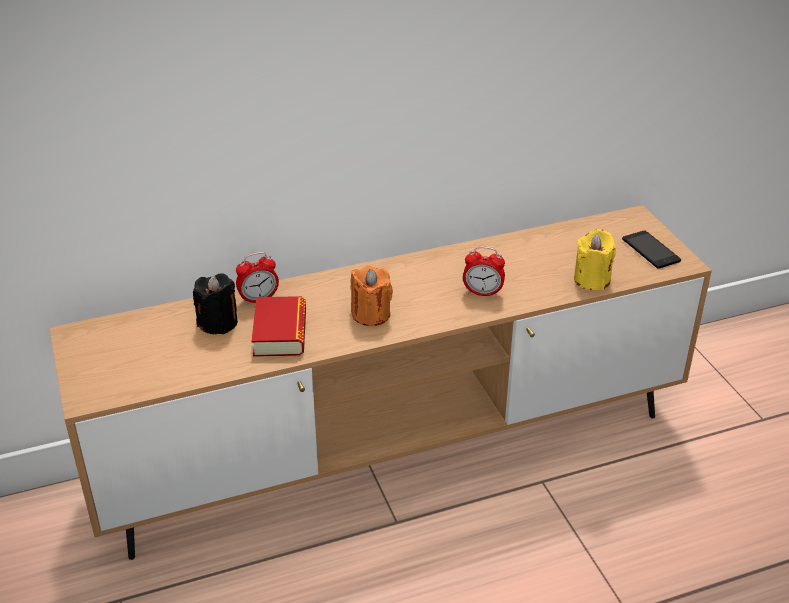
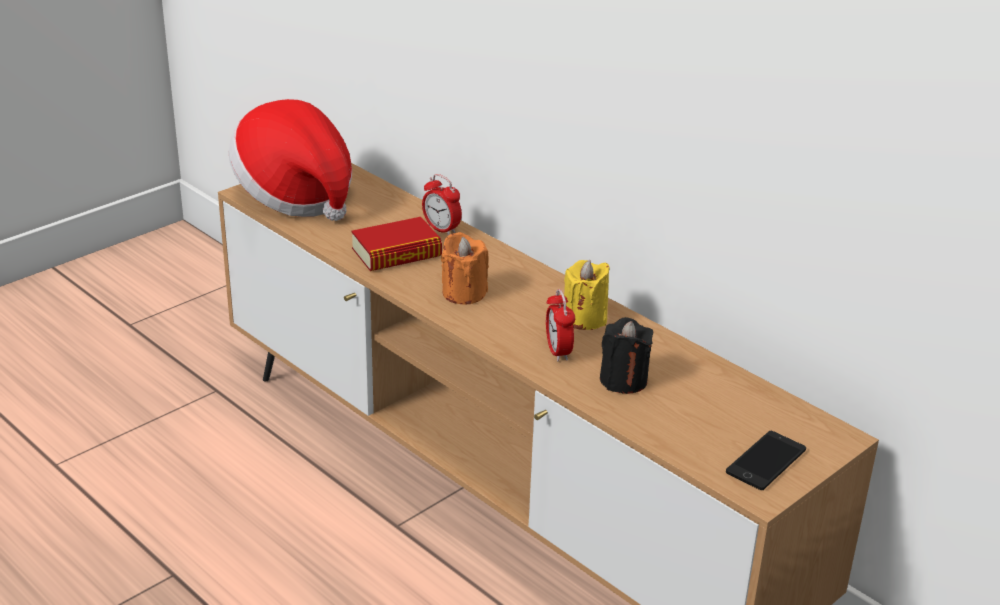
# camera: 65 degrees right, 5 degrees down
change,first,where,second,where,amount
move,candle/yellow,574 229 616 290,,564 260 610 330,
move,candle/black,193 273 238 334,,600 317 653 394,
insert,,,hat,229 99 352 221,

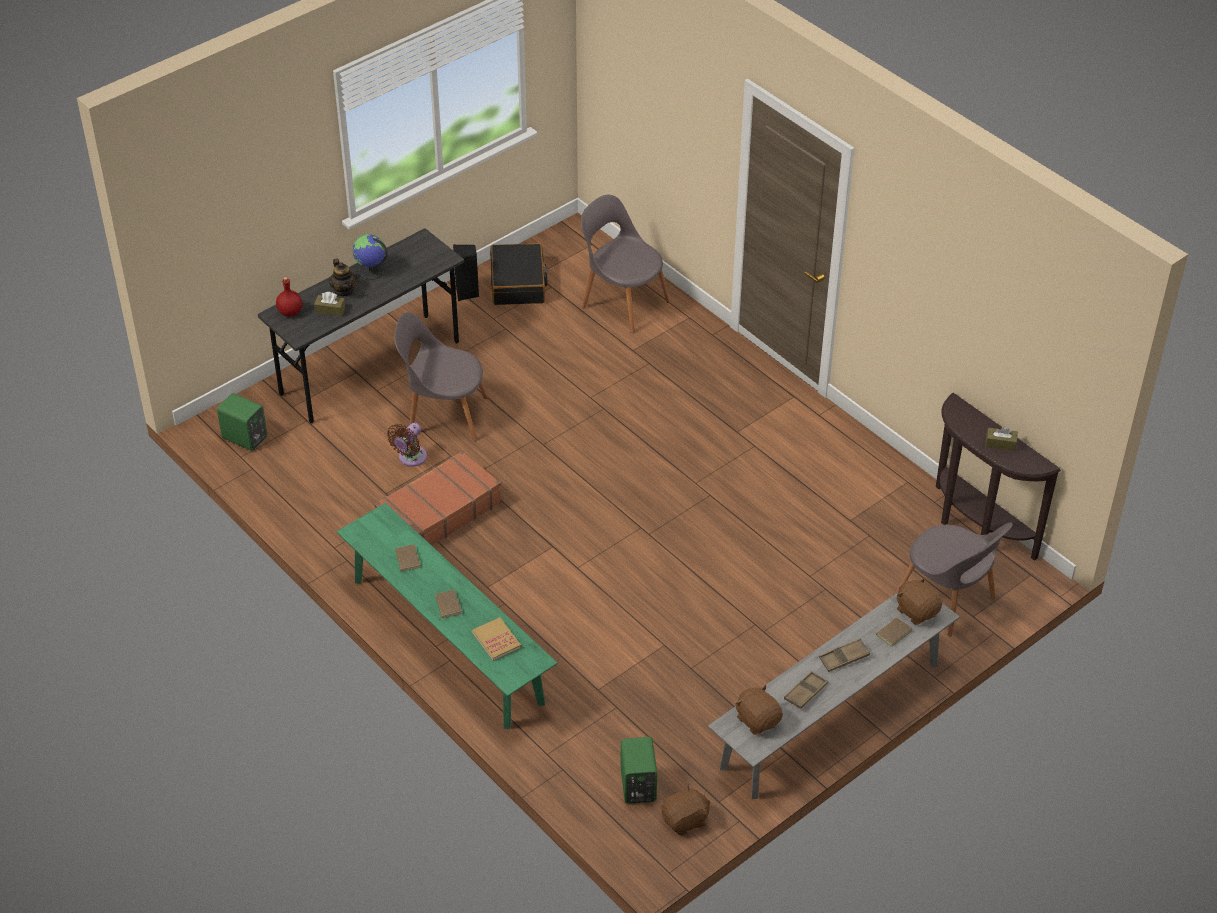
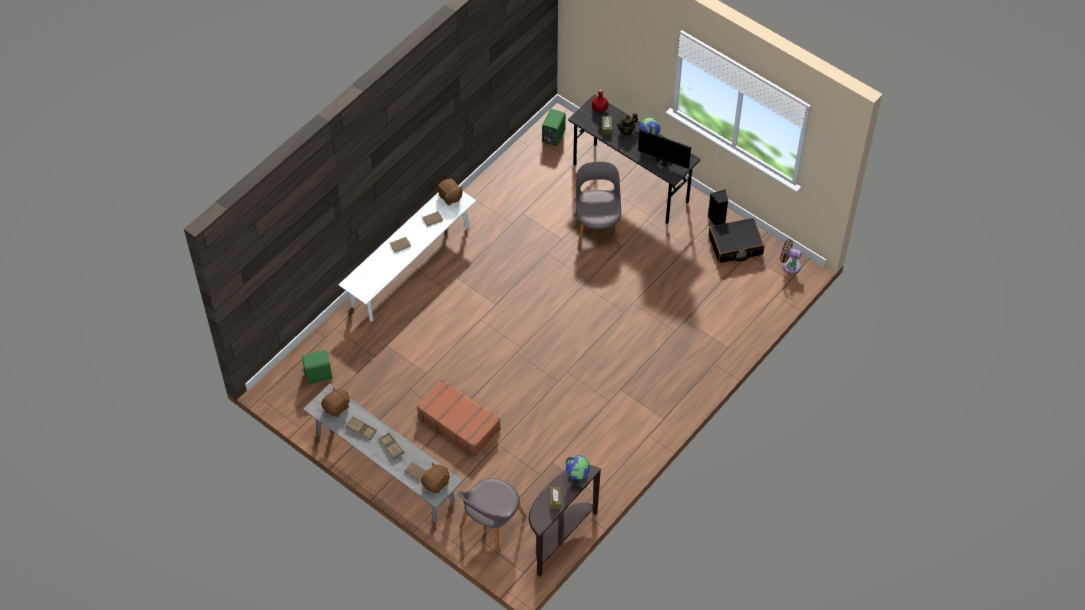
# camera: 80 degrees right, 10 degrees up
change,first,where,second,where,amount
delete,chair/grey,581 195 670 333,,,
move,fan/brown,387 423 427 467,,780 239 802 273,
move,suitcase/brown,374 450 502 545,,417 380 501 456,
recolor,bench/green,337 503 557 729,bench/white,339 192 476 321,
delete,book,472 617 521 661,,,
move,plush toy/brown,661 784 710 835,,437 179 463 205,
insert,,,monitor,638 129 691 169,
insert,,,globe,566 455 590 486,

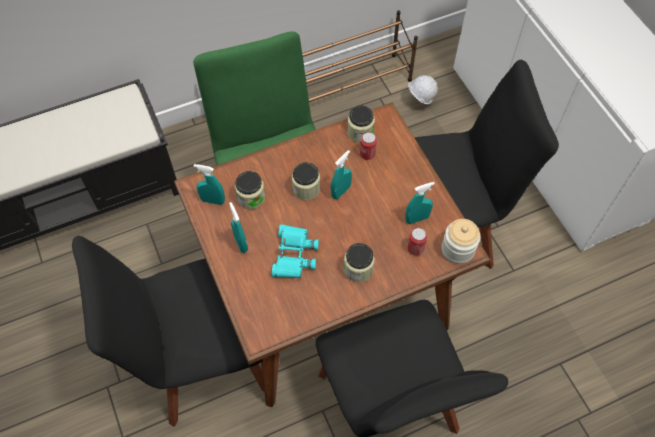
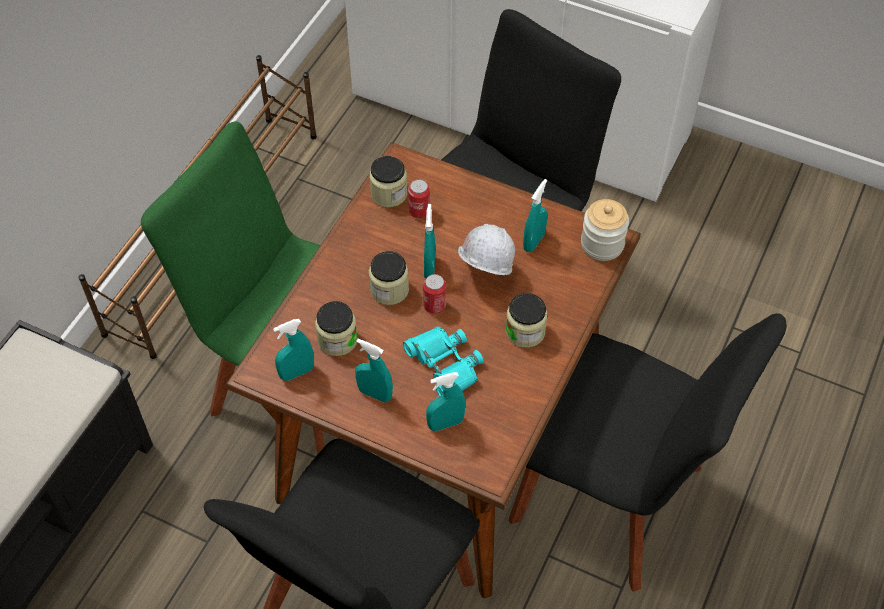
# camera: 40 degrees left, 5 degrees down
change,first,where,second,where,amount
move,hard hat/white,408 75 438 104,,458 224 515 275,
move,can,407 228 427 255,,423 274 446 314,
insert,,,spray bottle/turquoise,426 372 465 431,

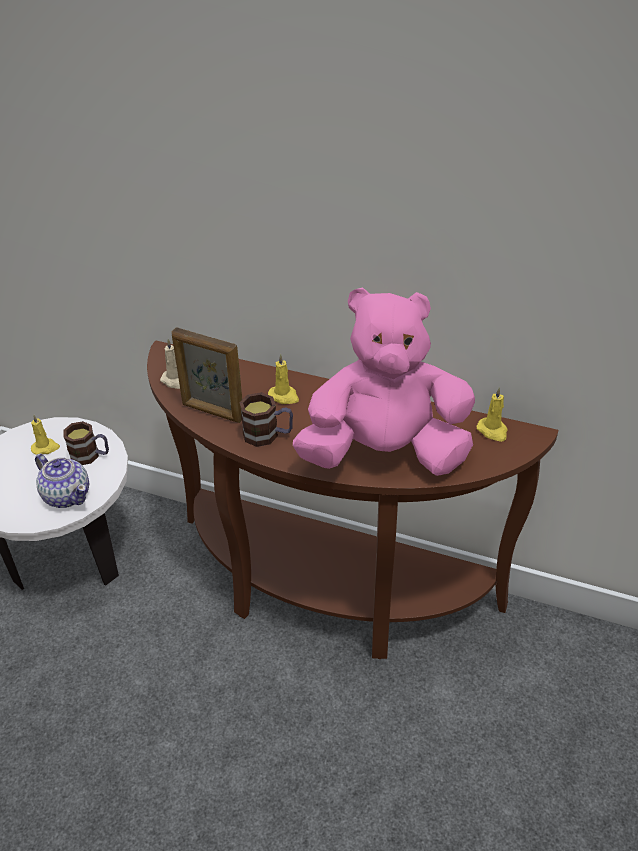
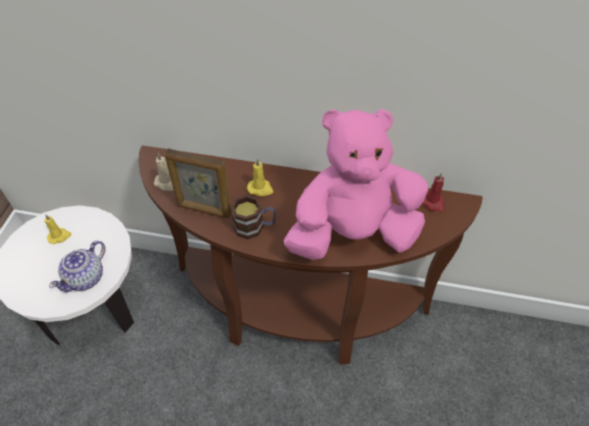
# camera: 10 degrees left, 10 degrees up
change,first,where,second,where,amount
recolor,candle/yellow,476 387 508 442,candle/red,422 173 445 212,
delete,mug,63 421 109 465,,,
rotate,teapot,35 454 89 508,,49 241 106 292,90 degrees clockwise

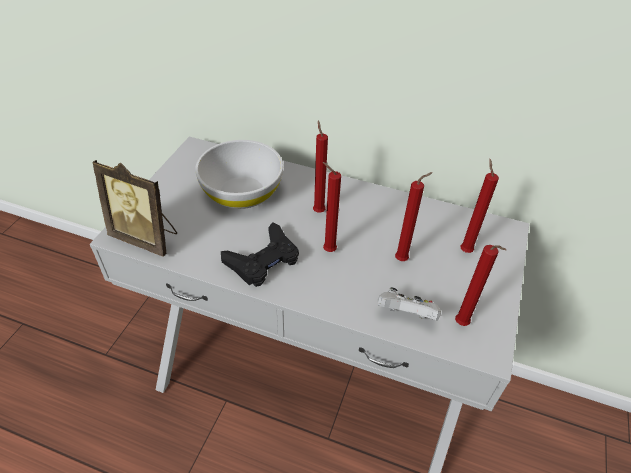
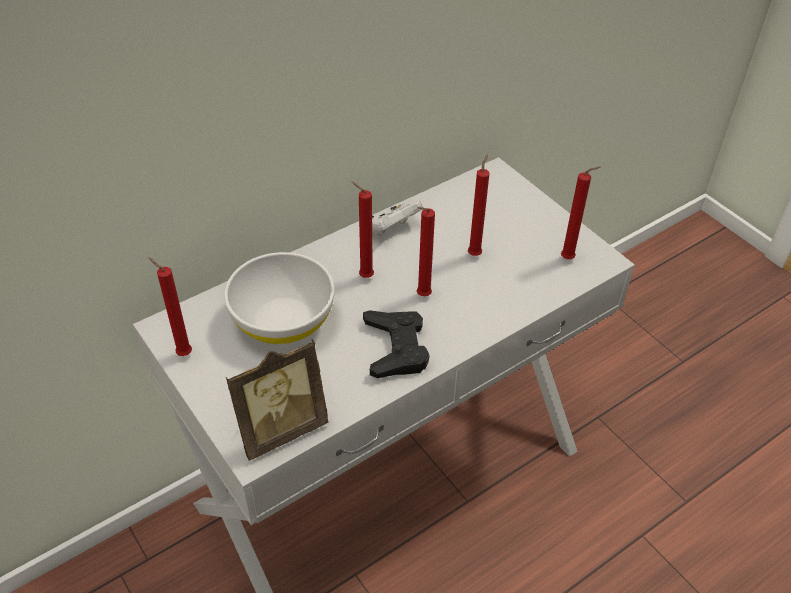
# camera: 55 degrees left, 0 degrees up
change,first,where,second,where,amount
move,candle/red,461 159 499 253,,148 257 192 356,
move,game controller/white,378 287 441 320,,372 201 423 236,

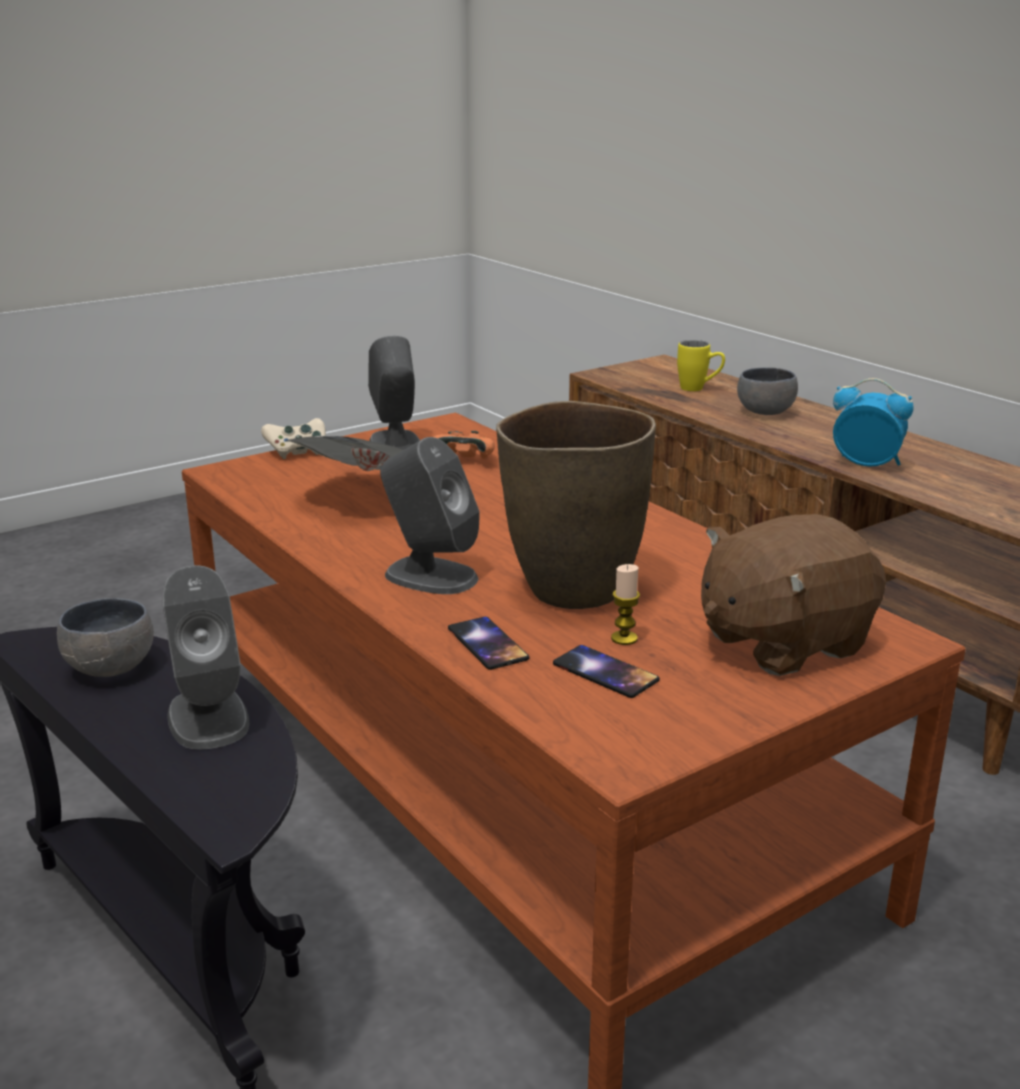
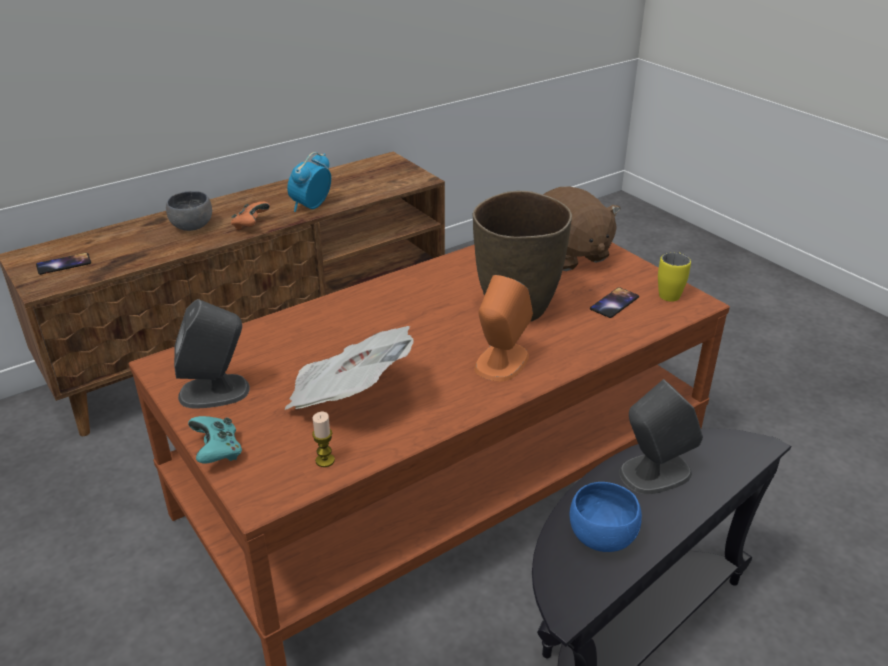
# camera: 90 degrees left, 10 degrees up
change,first,where,second,where,amount
move,mug/yellow,677 340 725 391,,658 252 691 302,
recolor,game controller/beige,261 418 326 459,game controller/turquoise,188 416 242 464,
move,game controller/orange,434 431 495 458,,231 202 270 230,
recolor,speaker/grey,380 437 480 594,speaker/orange,474 275 533 382,
move,candle,611 564 640 645,,312 412 335 467,
recolor,bowl/grey,57 598 154 677,bowl/blue,570 482 642 552,
move,phone,448 617 529 670,,36 253 91 275,

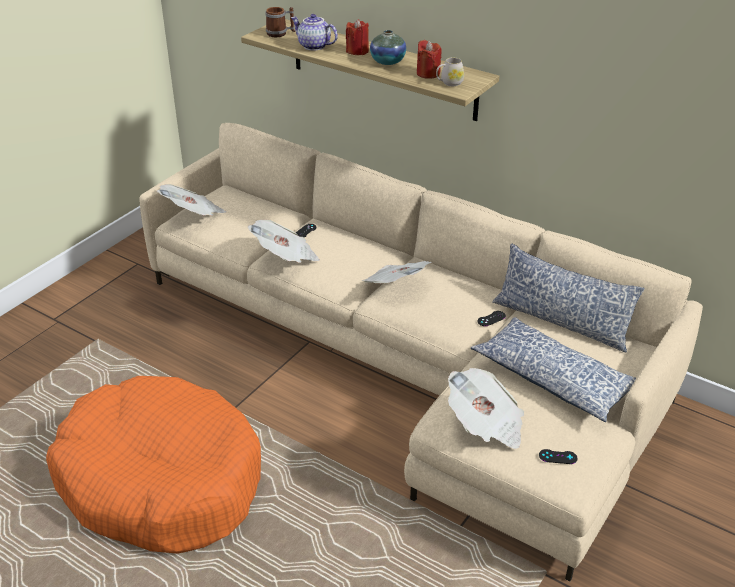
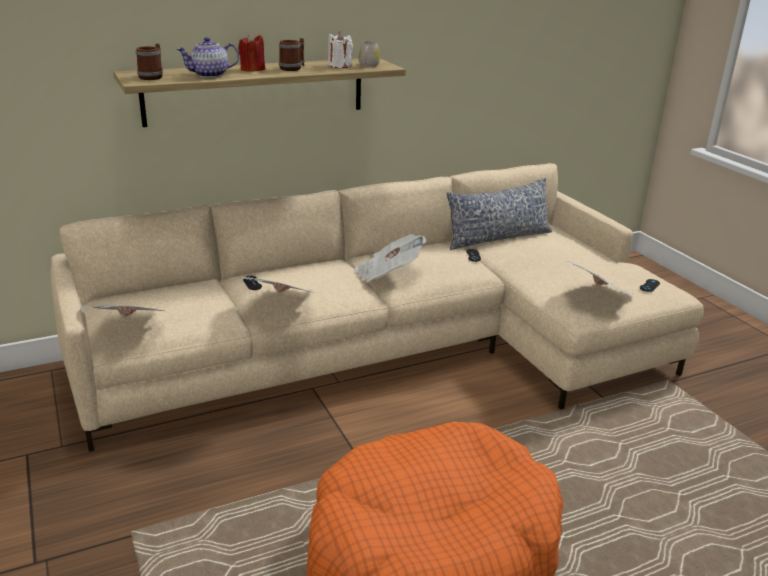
# camera: 60 degrees left, 10 degrees down
change,first,where,second,where,amount
replace,vase,370 30 406 65,mug,279 38 305 71,
recolor,candle/red,417 40 442 79,candle/white,328 31 353 68,
delete,pillow,471 317 636 422,,,

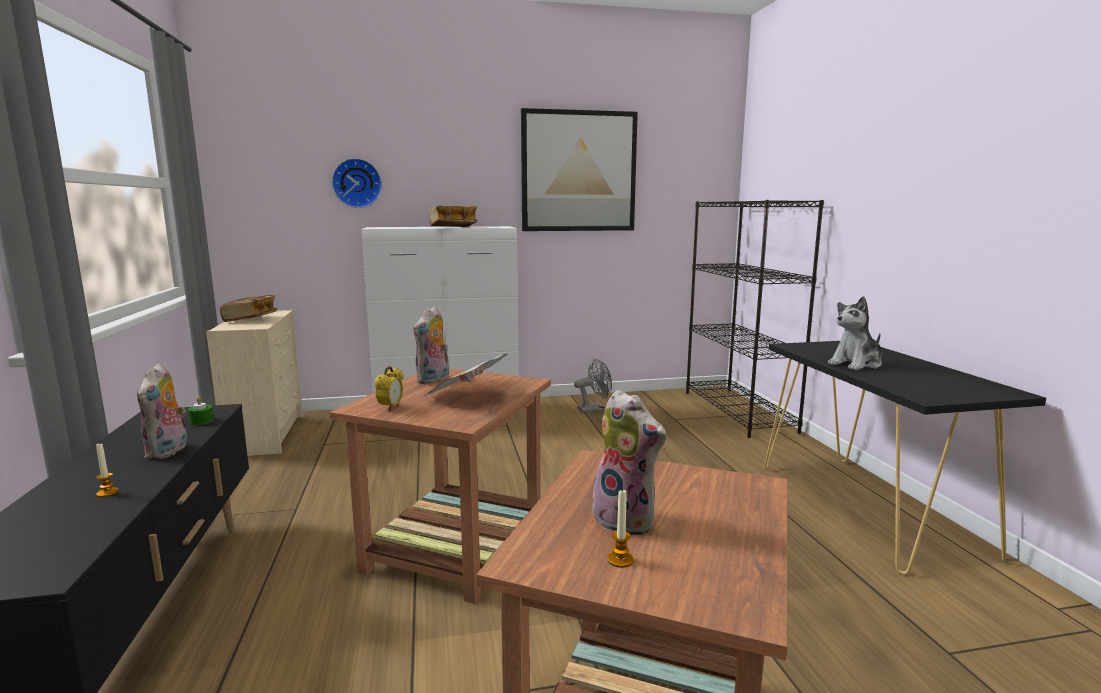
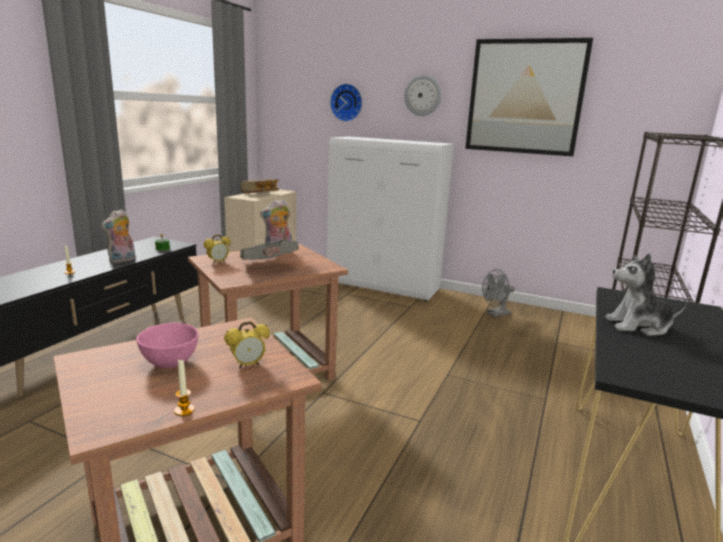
# camera: 35 degrees right, 5 degrees up
change,first,where,second,where,amount
delete,book,429 206 477 227,,,
rotate,fan/grey,574 359 612 413,,482 269 515 317,135 degrees clockwise
replace,plush toy,590 390 666 535,bowl/pink,136 323 199 368,
move,candle,608 488 634 568,,174 358 195 416,
insert,,,wall clock,404 75 442 116,
insert,,,alarm clock,224 321 270 369,

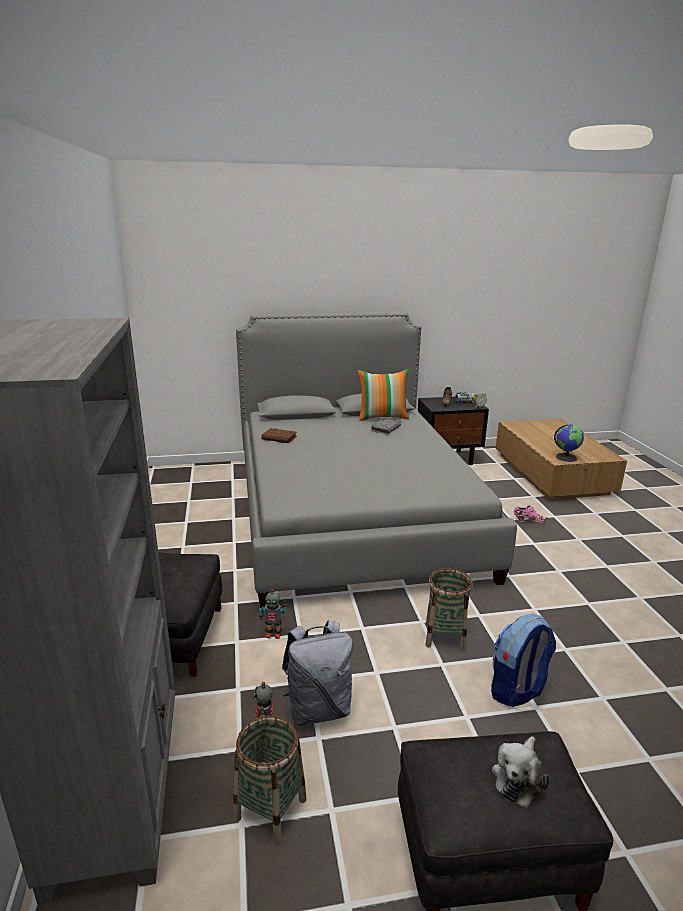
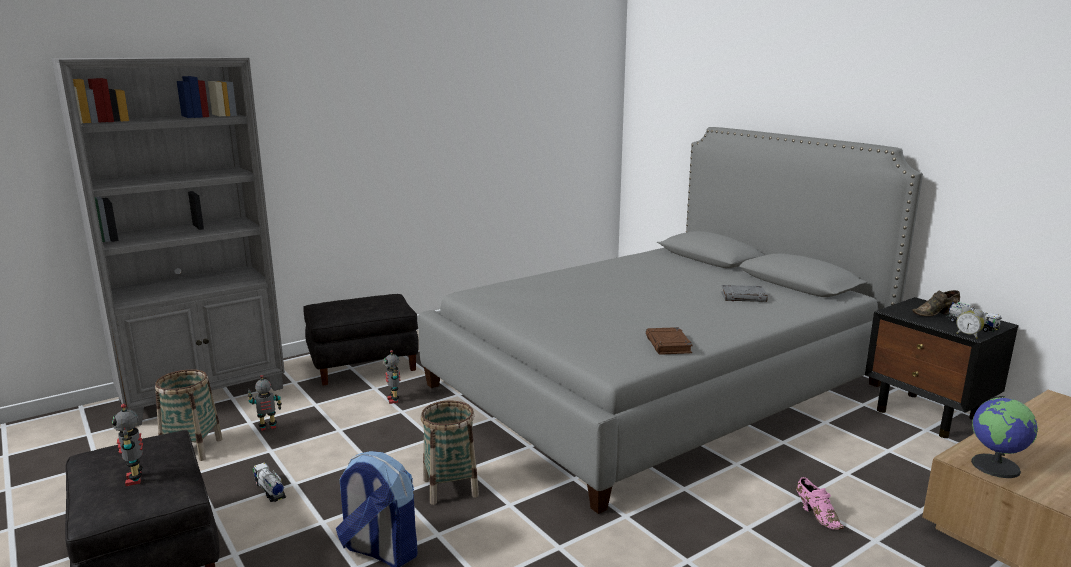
# camera: 65 degrees right, 5 degrees down
change,first,where,second,where,amount
delete,pillow,358 369 409 421,,,
move,book/brown,261 428 297 443,,646 327 693 355,
delete,backpack/grey,282 620 353 726,,,
replace,plush toy,492 736 550 808,toy robot,112 404 143 486,
insert,,,toy truck,253 463 286 502,

